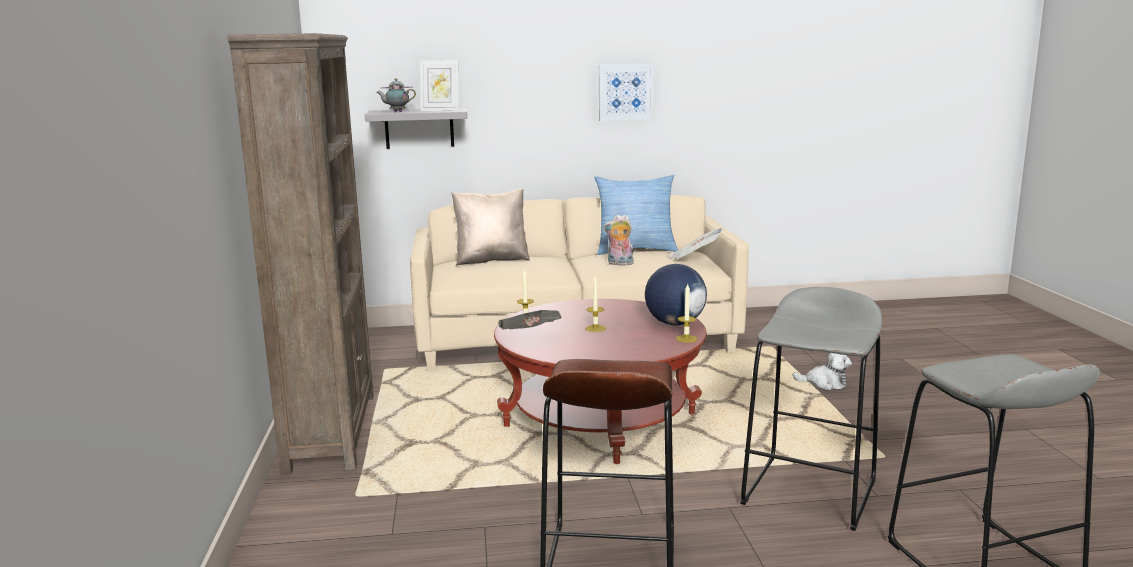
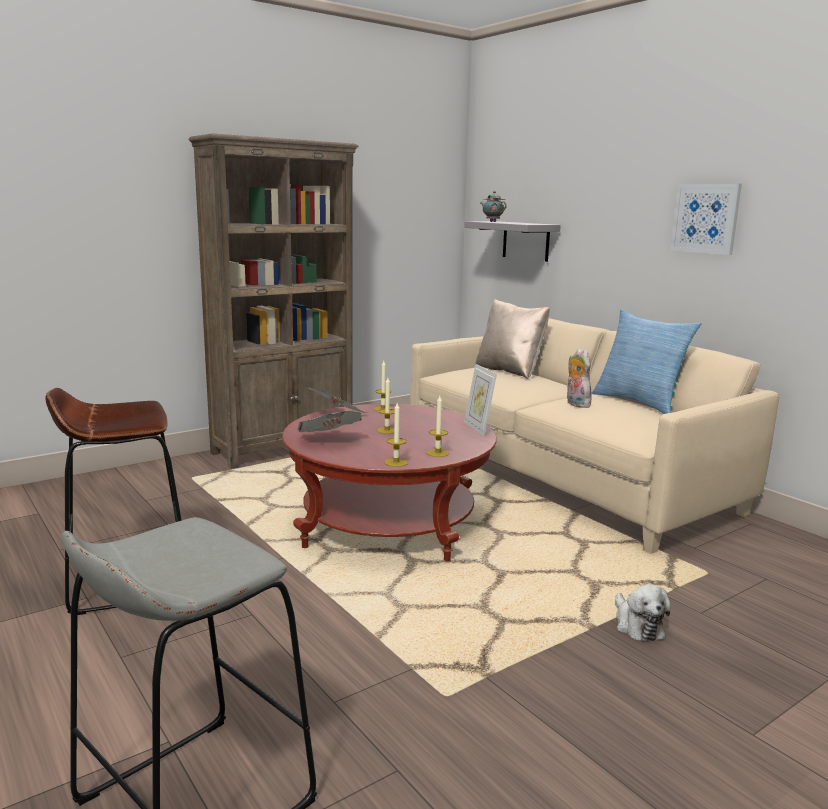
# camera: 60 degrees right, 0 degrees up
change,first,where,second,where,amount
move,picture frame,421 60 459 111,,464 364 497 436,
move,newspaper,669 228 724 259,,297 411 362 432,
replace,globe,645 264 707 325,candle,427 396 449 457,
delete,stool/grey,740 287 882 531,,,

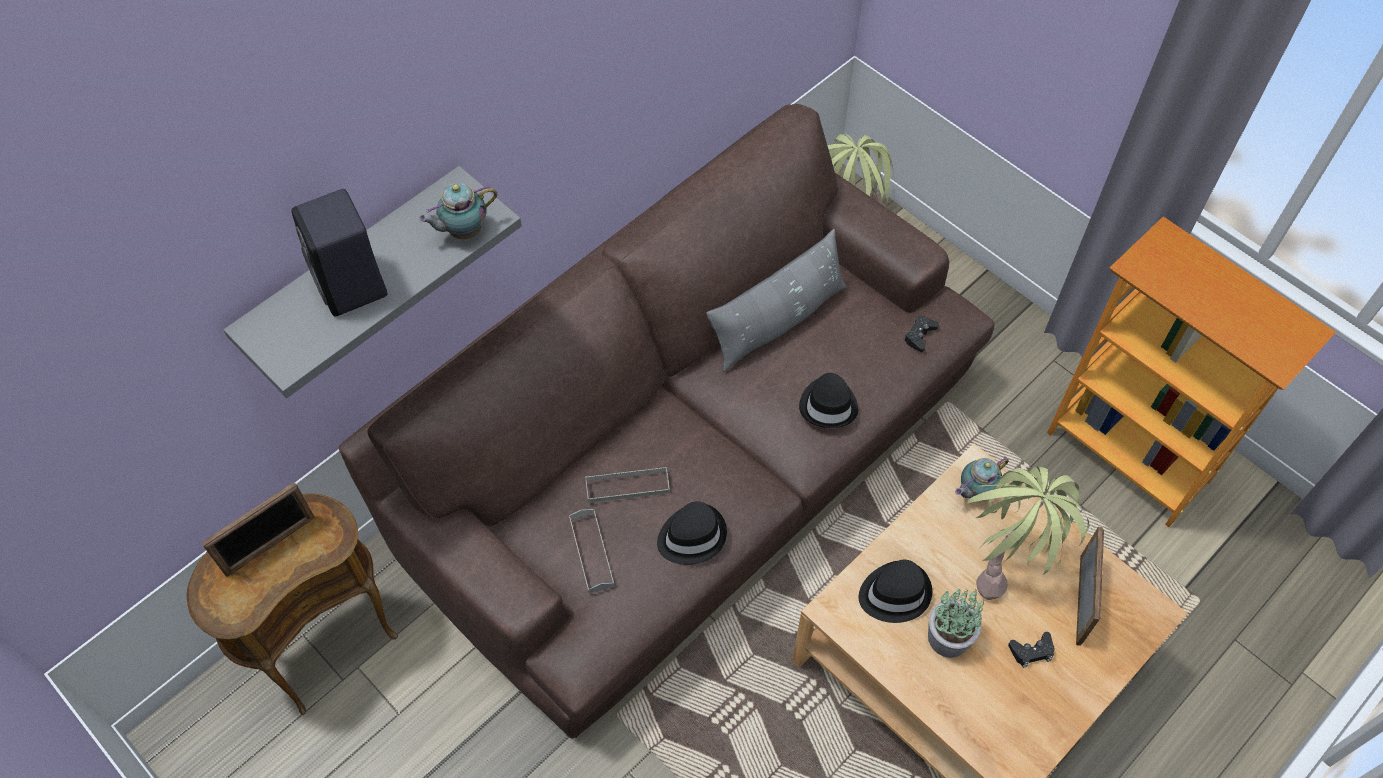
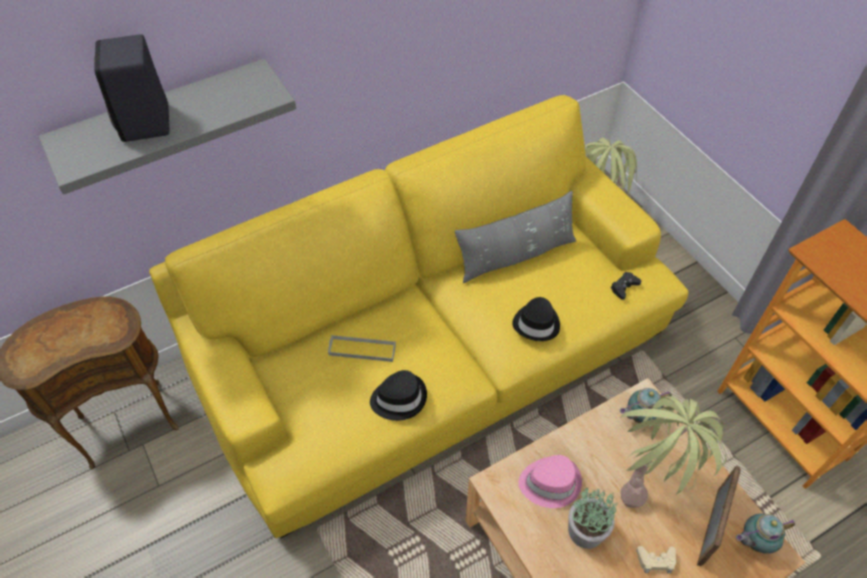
# camera: 15 degrees right, 5 degrees down
change,first,where,second,where,amount
recolor,sofa/brown,339 104 994 739,sofa/yellow,149 95 688 538,
move,teapot,419 183 497 239,,736 514 795 554,
delete,picture frame,201 482 315 577,,,
delete,tray/grey,569 509 615 593,,,
recolor,hat/black,859 560 932 623,hat/pink,519 455 582 508,
recolor,game controller/black,1008 632 1055 668,game controller/beige,636 546 676 573,

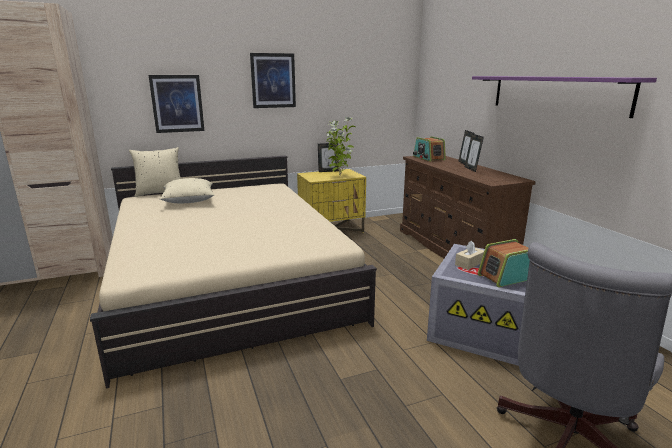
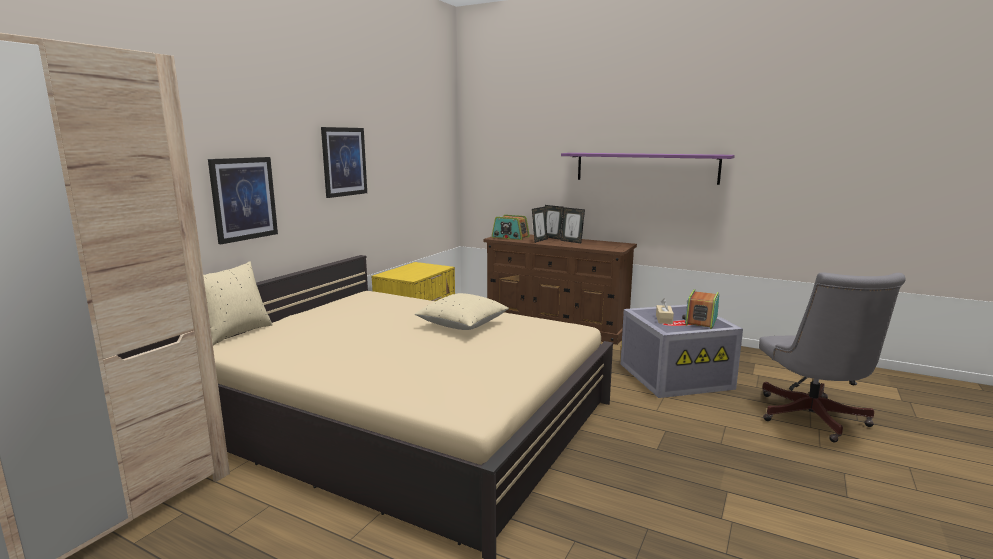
# camera: 40 degrees left, 5 degrees down
change,first,where,second,where,amount
delete,potted plant,327 116 355 175,,,
move,picture frame,318 143 339 172,,532 207 548 243,
move,pillow/beige,159 178 215 203,,415 293 509 330,

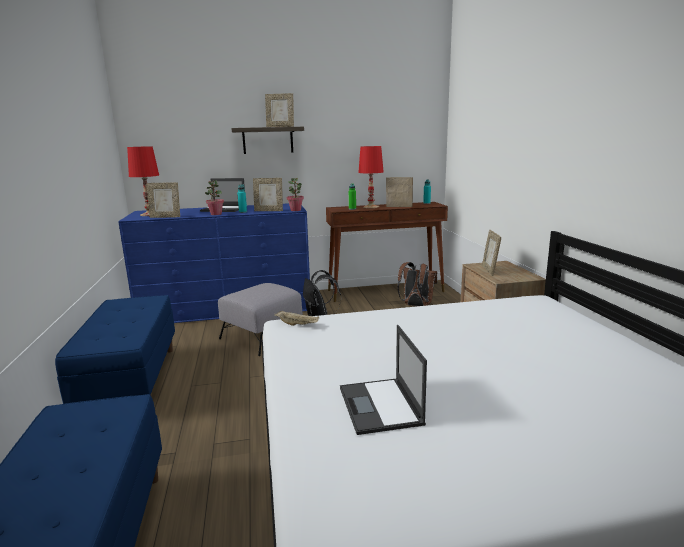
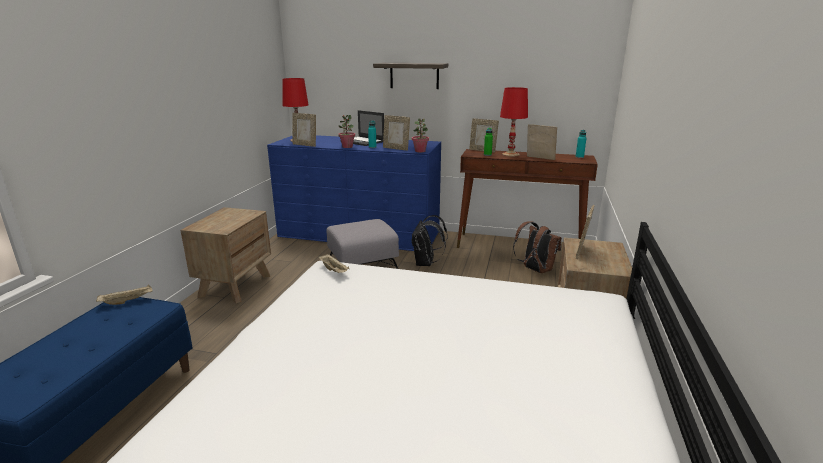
# camera: 25 degrees right, 5 degrees up
change,first,where,second,where,amount
move,picture frame,265 93 294 127,,469 118 499 153,
replace,bench/blue,55 295 175 404,nightstand/brown,181 207 271 303,
delete,laptop,340 325 427 435,,,
insert,,,tray/beige,96 285 153 305,

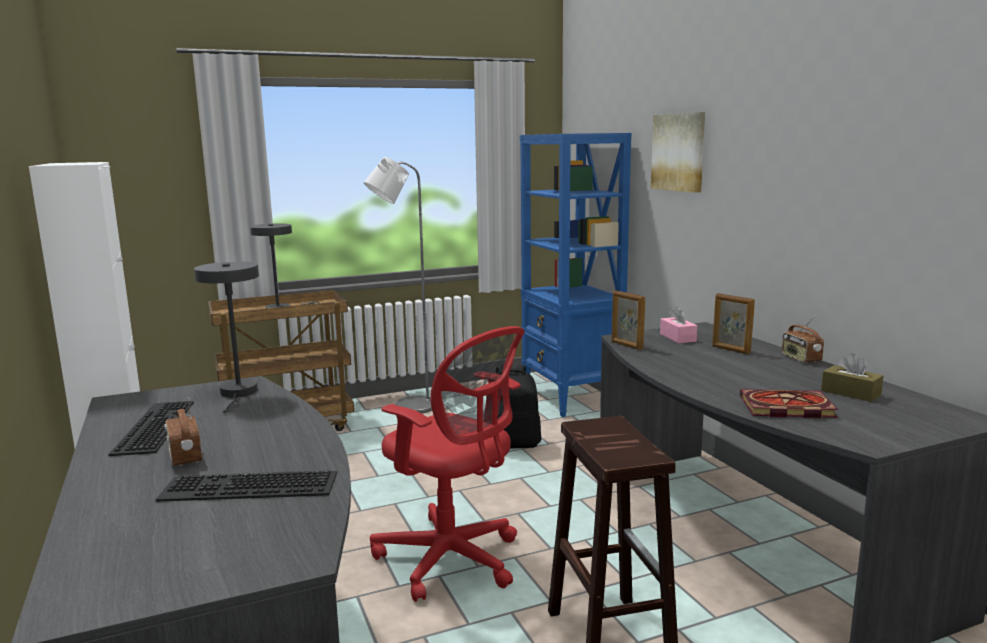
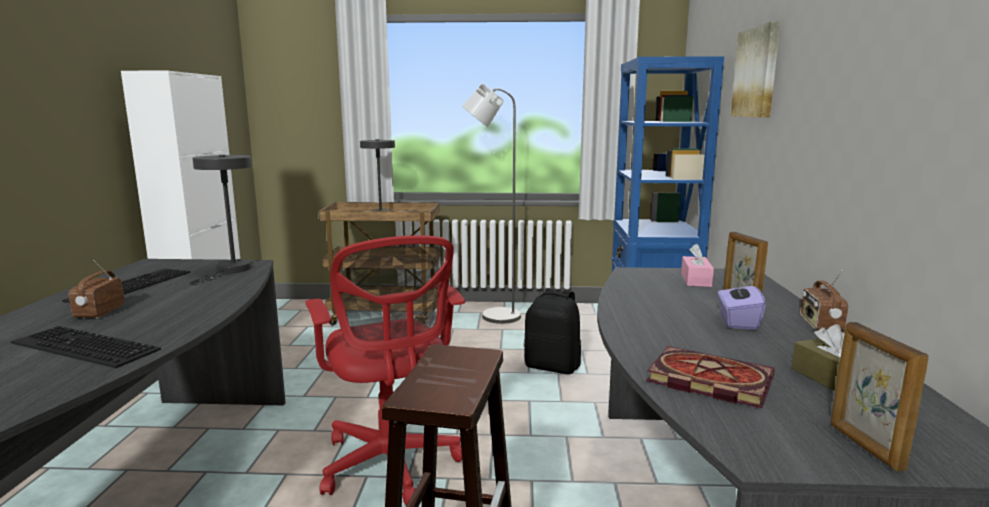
# camera: 25 degrees right, 0 degrees up
change,first,where,second,where,amount
move,picture frame,612 290 645 350,,830 322 929 471,
insert,,,tissue box/purple,718 278 766 330,

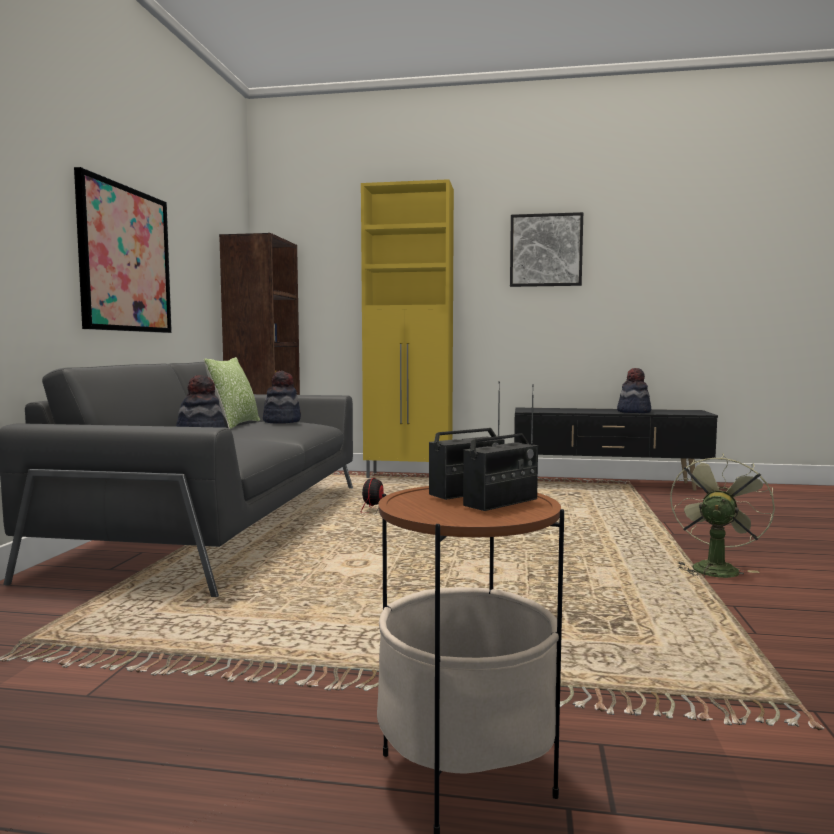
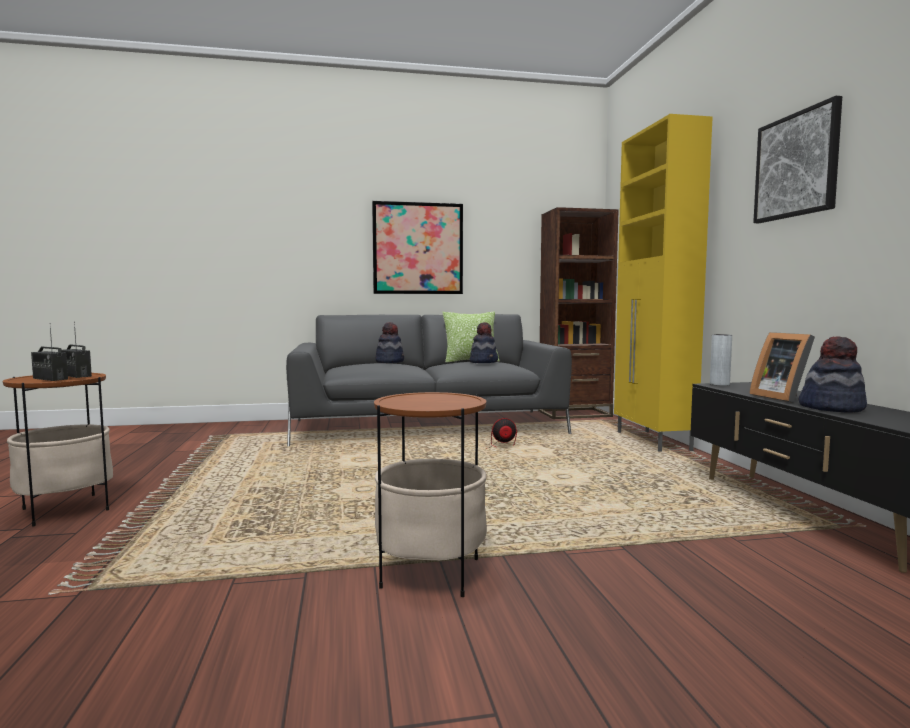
# camera: 70 degrees right, 0 degrees up
change,first,where,second,where,amount
replace,fan/green,670 454 775 578,side table,374 392 487 597,
insert,,,picture frame,749 332 815 403,
insert,,,vase/grey,710 334 732 386,

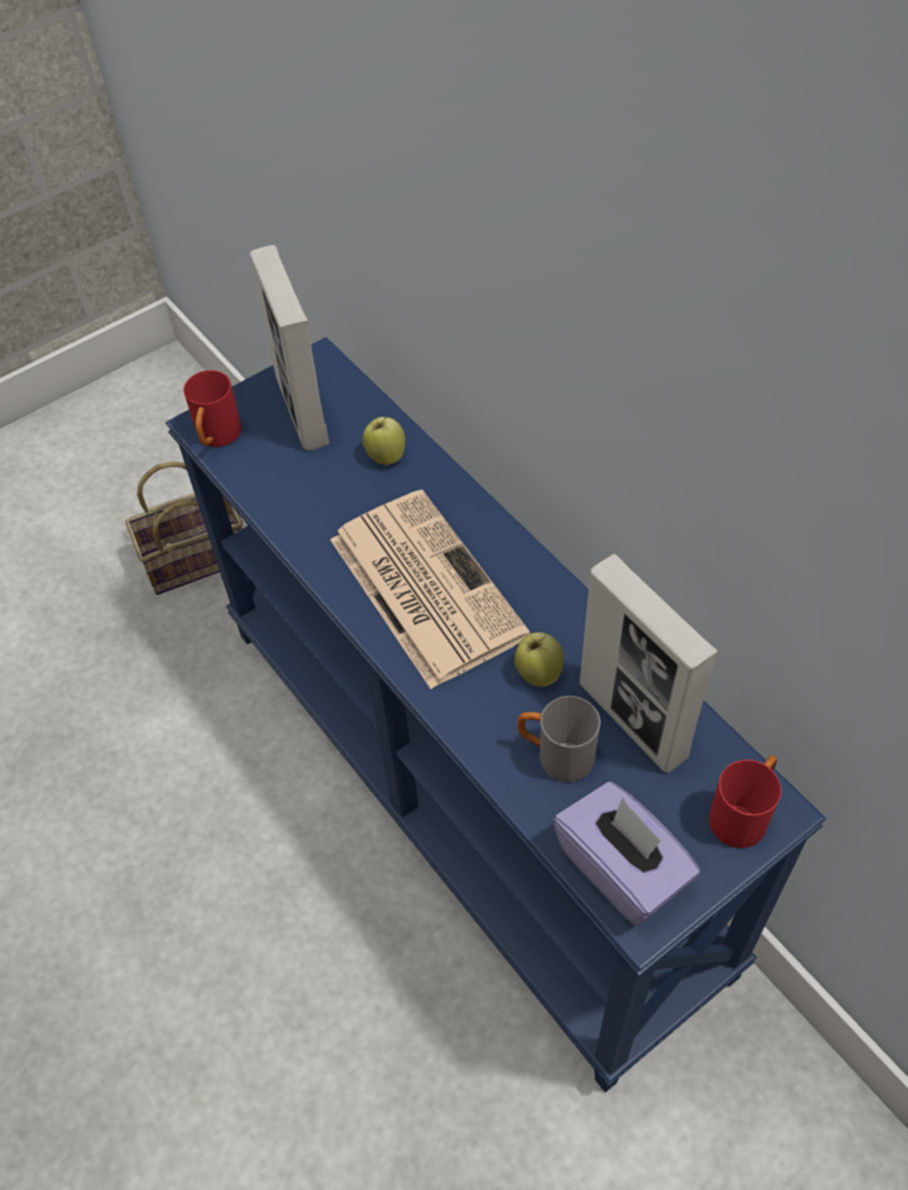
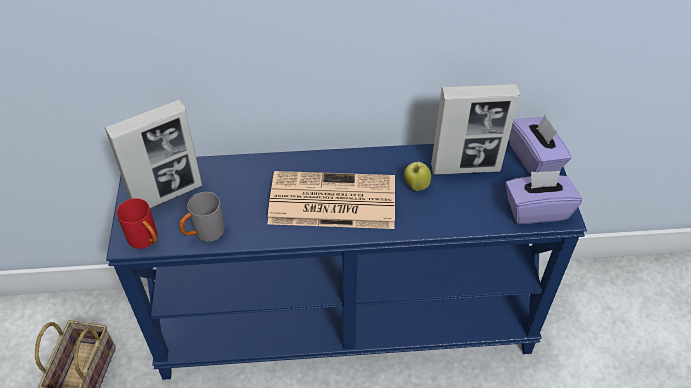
# camera: 60 degrees left, 5 degrees down
change,first,where,second,where,amount
rotate,picture frame,250 245 329 451,,105 100 202 208,45 degrees counterclockwise
delete,apple,362 417 405 465,,,
move,mug/grey,517 696 601 783,,179 192 225 242,
replace,mug/red,709 756 781 848,tissue box/purple,509 115 572 175,

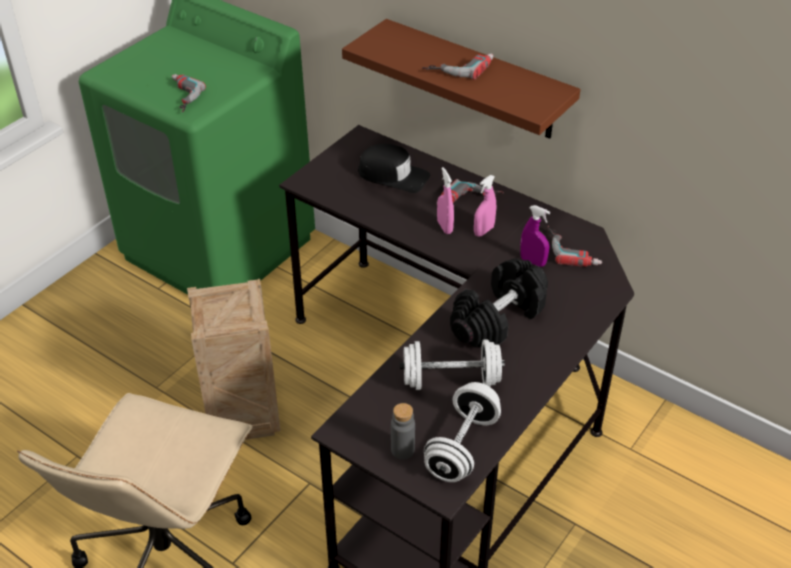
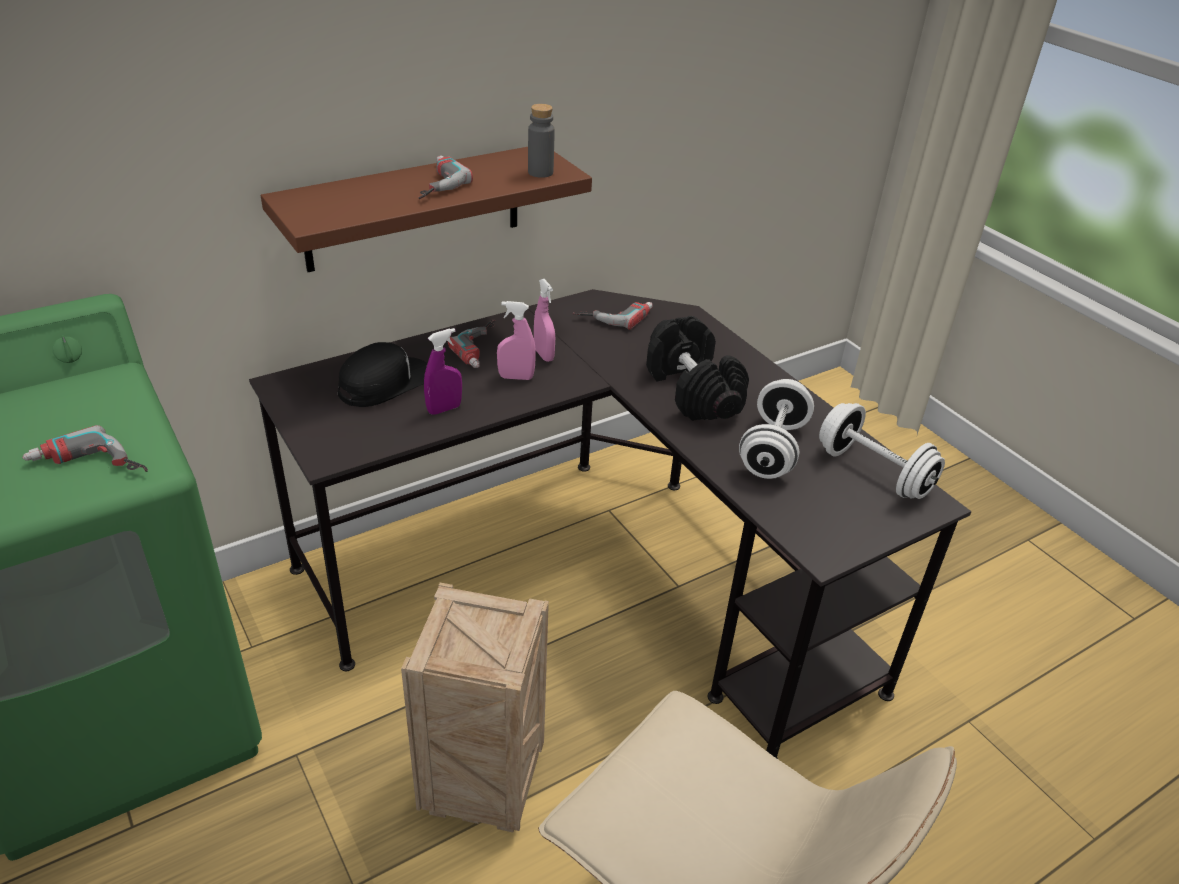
# camera: 70 degrees left, 5 degrees down
change,first,where,second,where,amount
move,spray bottle/purple,520 205 550 267,,424 328 462 415,
move,bottle/grey,391 403 415 459,,528 104 555 178,

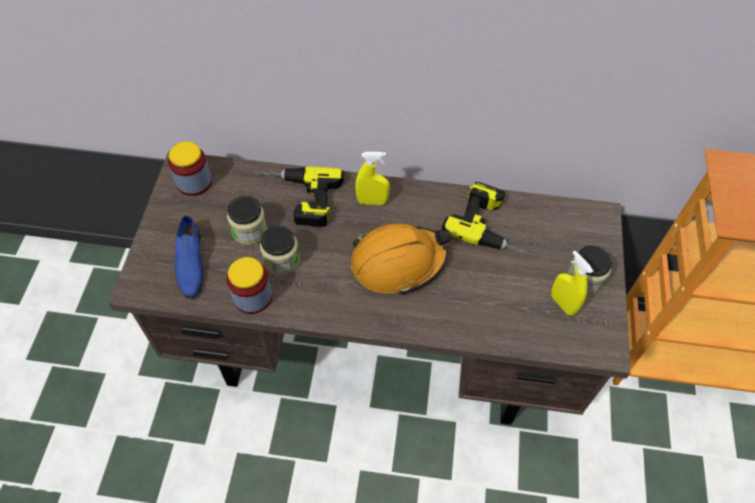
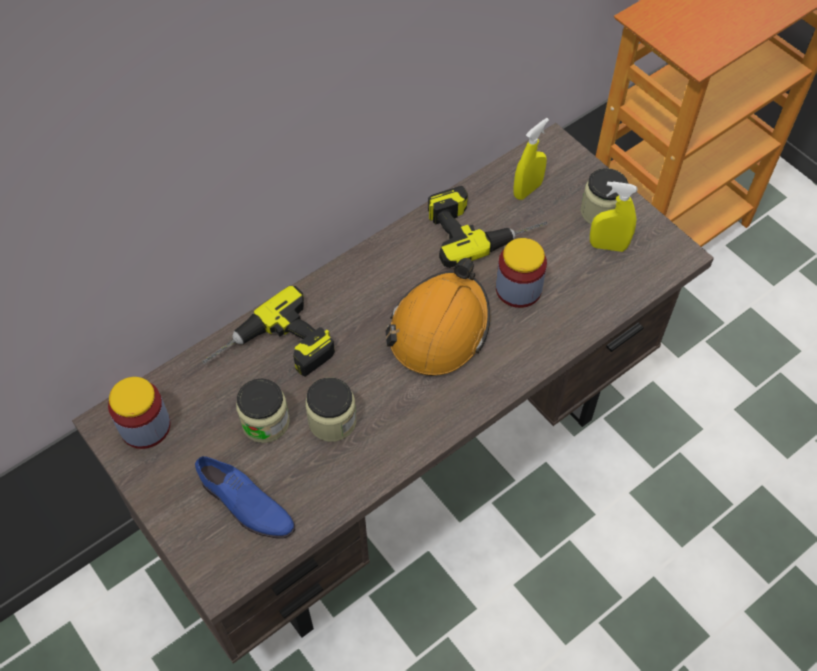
# camera: 45 degrees left, 0 degrees up
change,first,where,second,where,amount
move,spray bottle/yellow,355 152 390 205,,513 118 549 200,
move,jar,226 257 272 314,,496 238 547 308,

